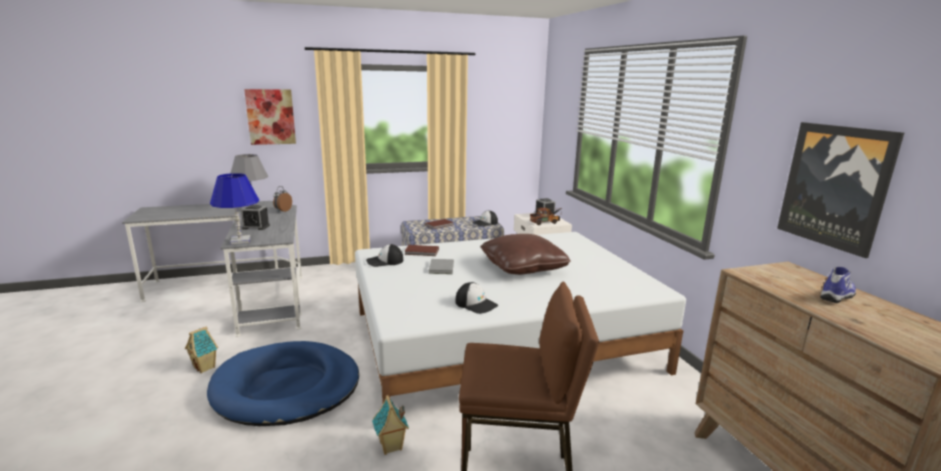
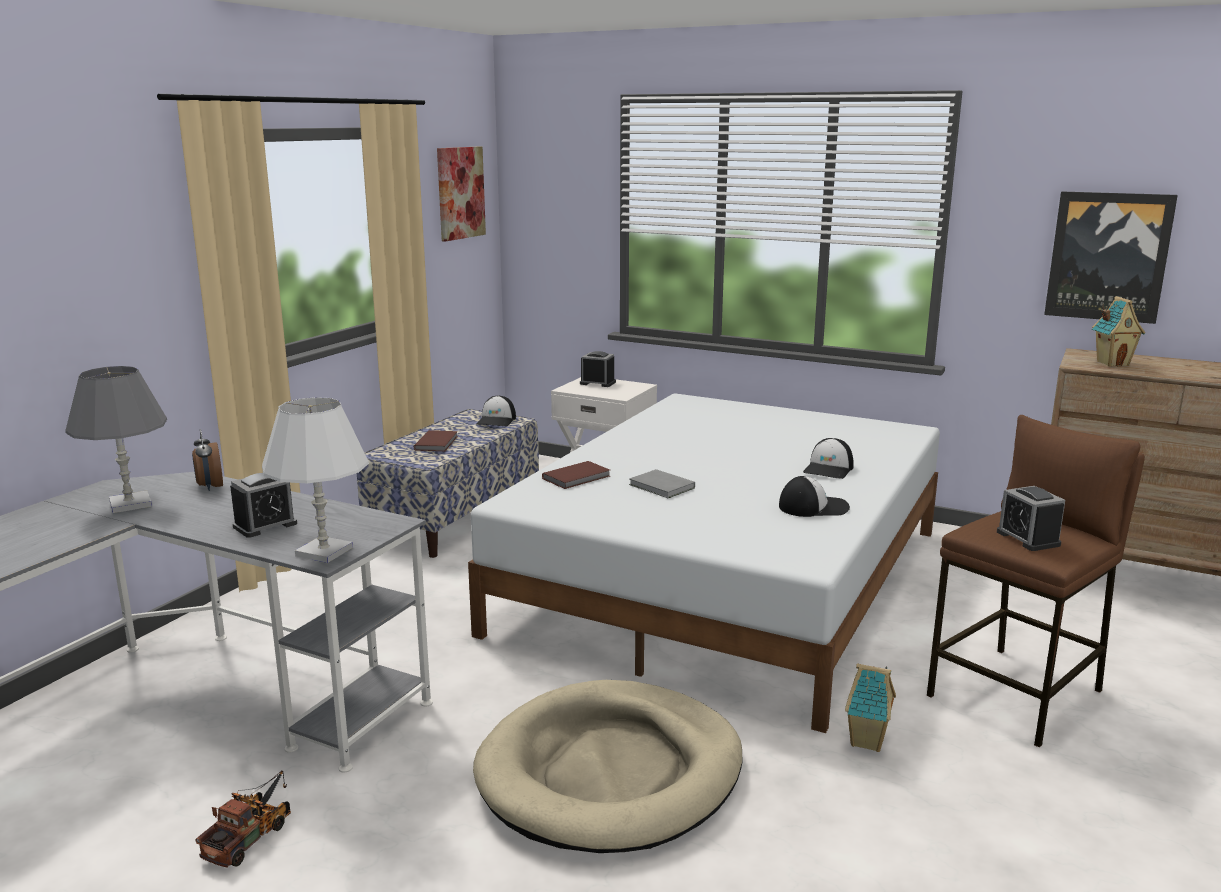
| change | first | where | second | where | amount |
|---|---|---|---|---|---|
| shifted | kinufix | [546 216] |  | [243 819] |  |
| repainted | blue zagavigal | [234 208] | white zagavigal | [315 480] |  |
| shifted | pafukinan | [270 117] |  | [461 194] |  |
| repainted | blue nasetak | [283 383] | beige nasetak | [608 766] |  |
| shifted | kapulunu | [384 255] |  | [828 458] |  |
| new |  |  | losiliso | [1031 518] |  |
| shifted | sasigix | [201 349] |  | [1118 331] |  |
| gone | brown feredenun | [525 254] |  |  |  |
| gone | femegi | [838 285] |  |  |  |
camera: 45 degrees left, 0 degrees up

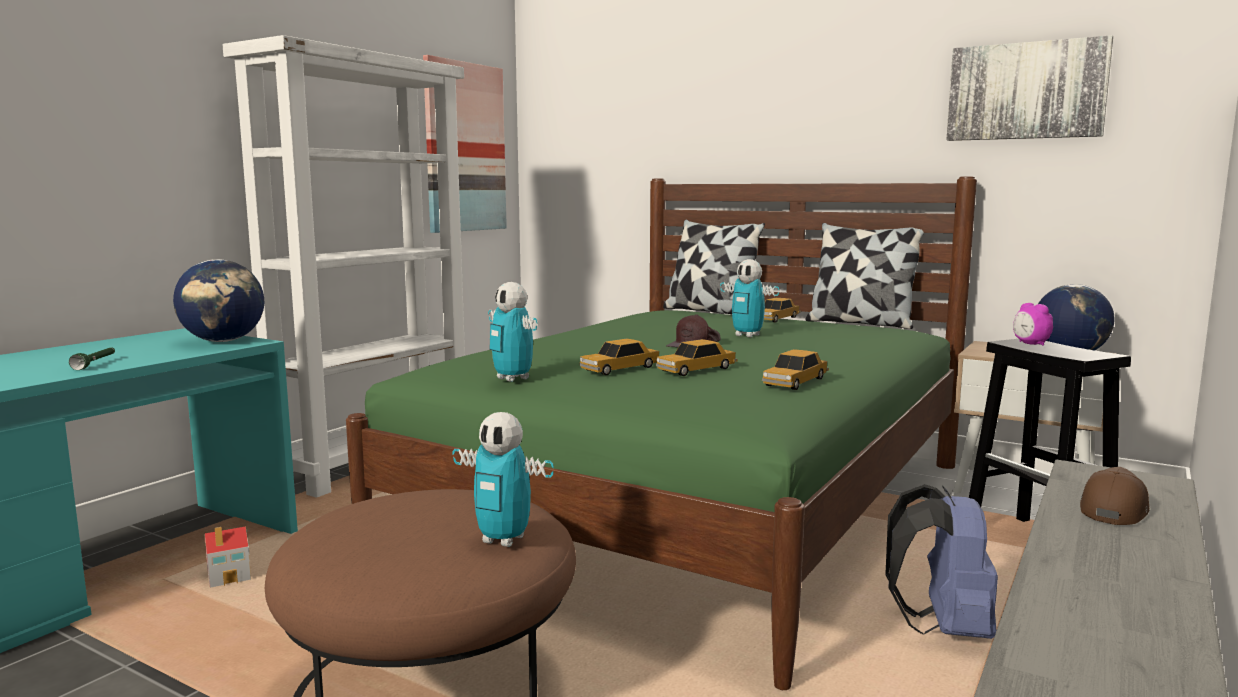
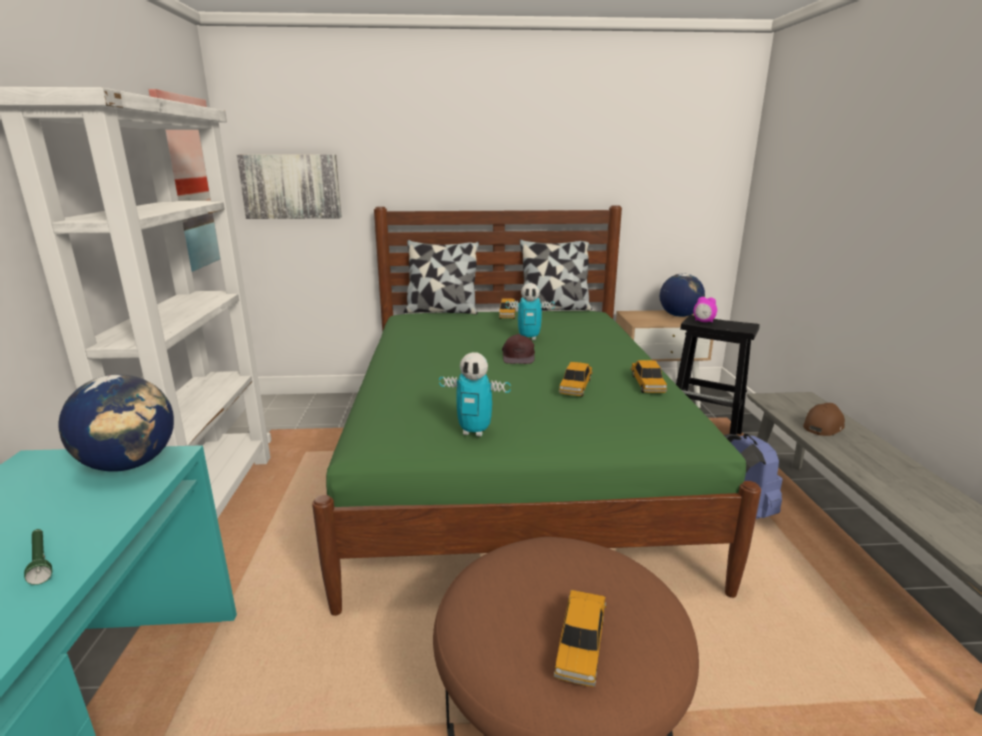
| change | first | where | second | where | amount |
|---|---|---|---|---|---|
| shifted | pafukinan | [1029 88] |  | [289 187] |  |
| shifted | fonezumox | [619 357] |  | [580 638] |  |
| rotated | brown kapulunu | [1114 496] |  | [824 419] | 45 degrees clockwise |
| gone | sasigix | [228 557] |  |  |  |
| gone | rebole | [503 479] |  |  |  |
camera: 35 degrees left, 10 degrees up

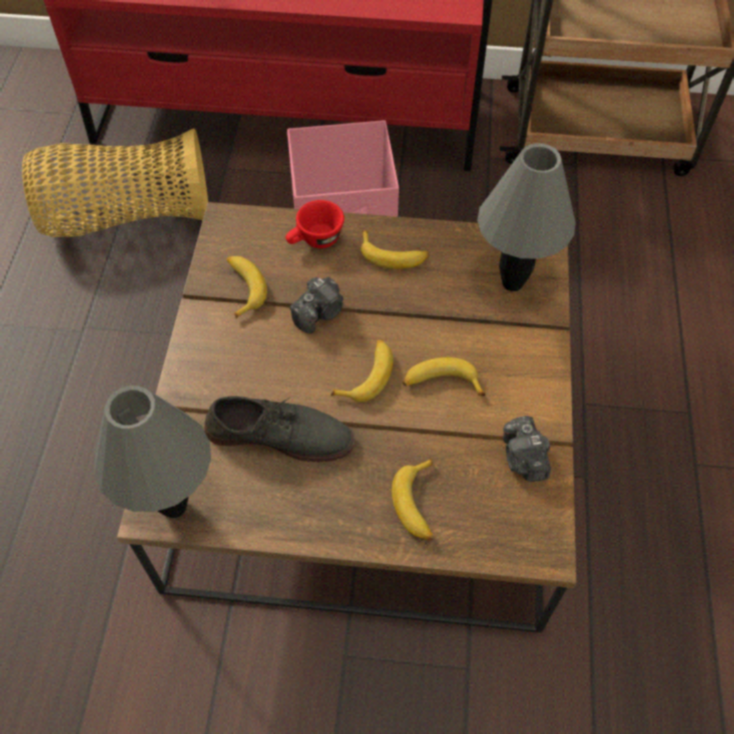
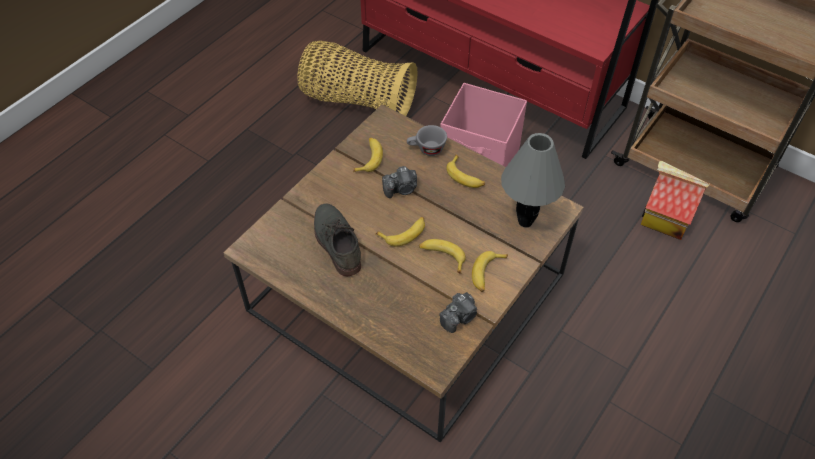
| change | first | where | second | where | amount |
|---|---|---|---|---|---|
| rotated | grey femegi | [279 429] |  | [337 239] | 150 degrees counterclockwise |
| repainted | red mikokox | [315 224] | grey mikokox | [427 140] |  |
| rotated | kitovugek | [527 449] |  | [458 312] | 150 degrees counterclockwise |
| shifted | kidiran | [412 499] |  | [490 271] |  |
| new |  |  | sasigix | [675 200] |  |
| gone | grey zagavigal | [152 452] |  |  |  |
camera: 30 degrees right, 5 degrees down

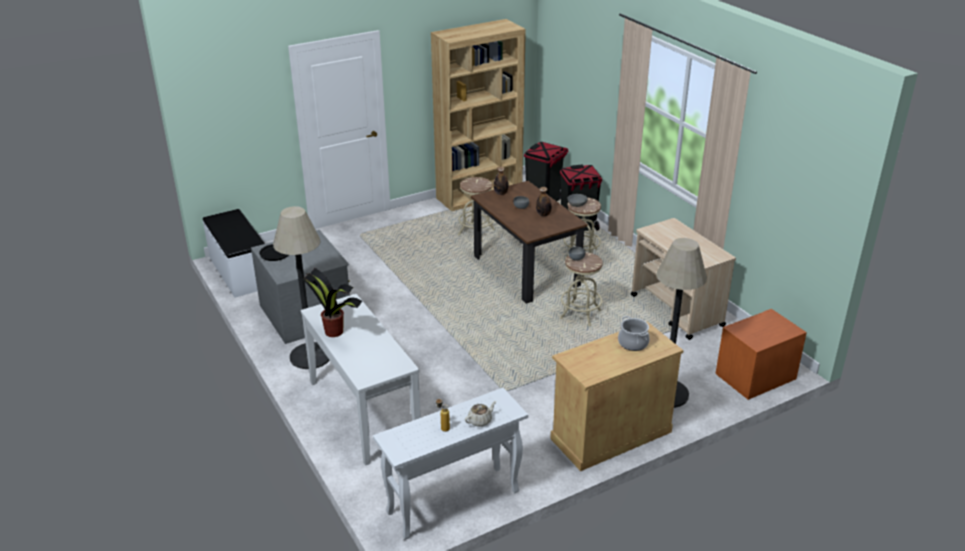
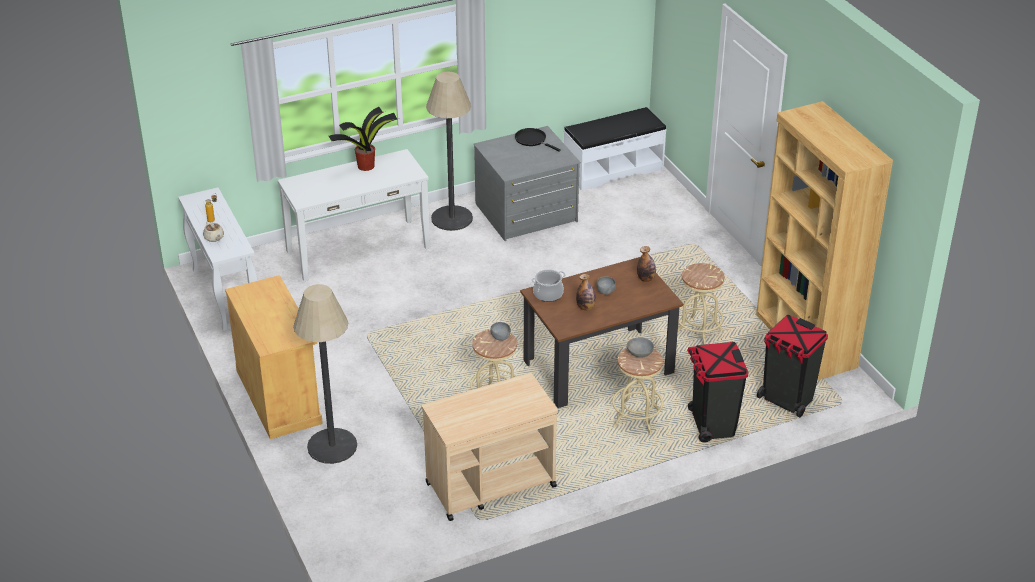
| change | first | where | second | where | amount |
|---|---|---|---|---|---|
| shifted | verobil | [634 333] |  | [549 285] |  |
| gone | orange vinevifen | [761 354] |  |  |  |
camera: 95 degrees right, 5 degrees up

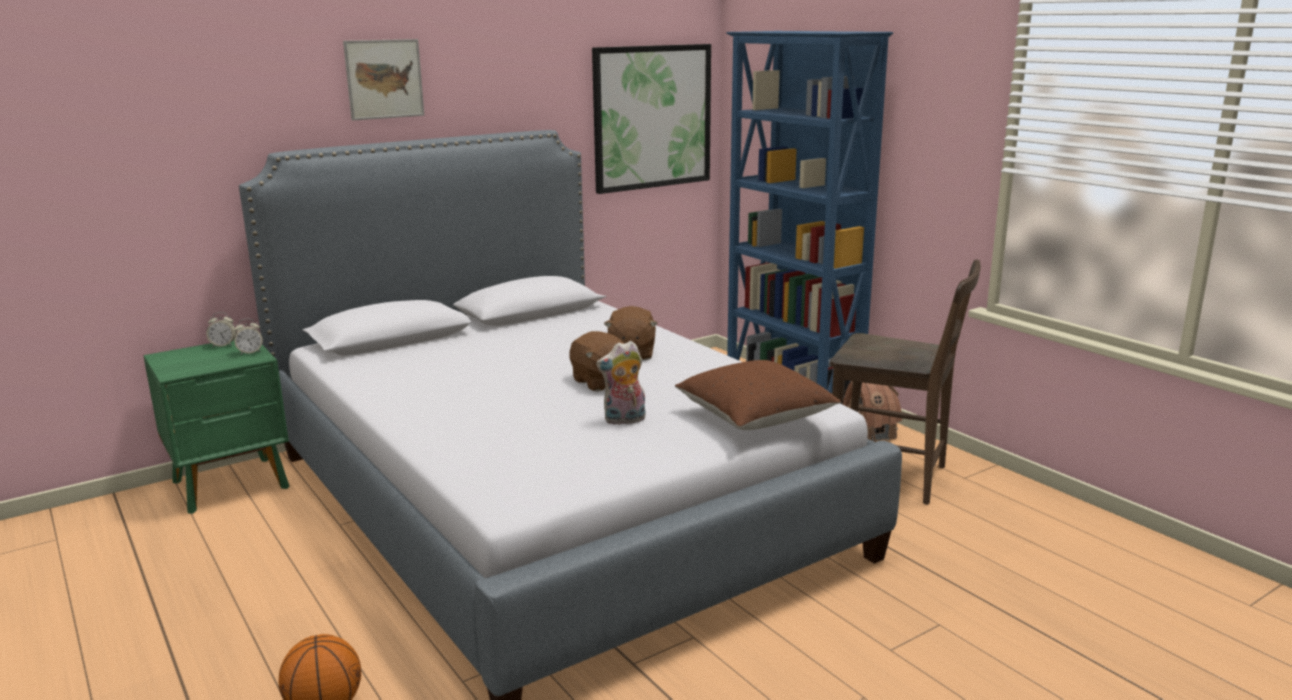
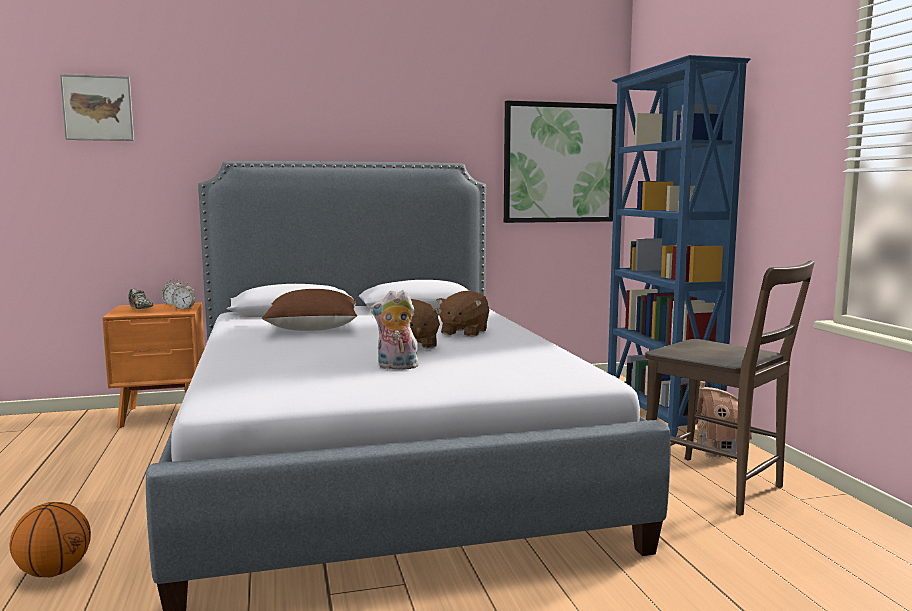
| change | first | where | second | where | amount |
|---|---|---|---|---|---|
| shifted | pafukinan | [384 79] |  | [97 107] |  |
| repainted | green vinevifen | [217 427] | orange vinevifen | [154 365] |  |
| new |  |  | femegi | [140 299] |  |
| shifted | brown feredenun | [758 395] |  | [309 310] |  |
camera: 20 degrees right, 10 degrees down

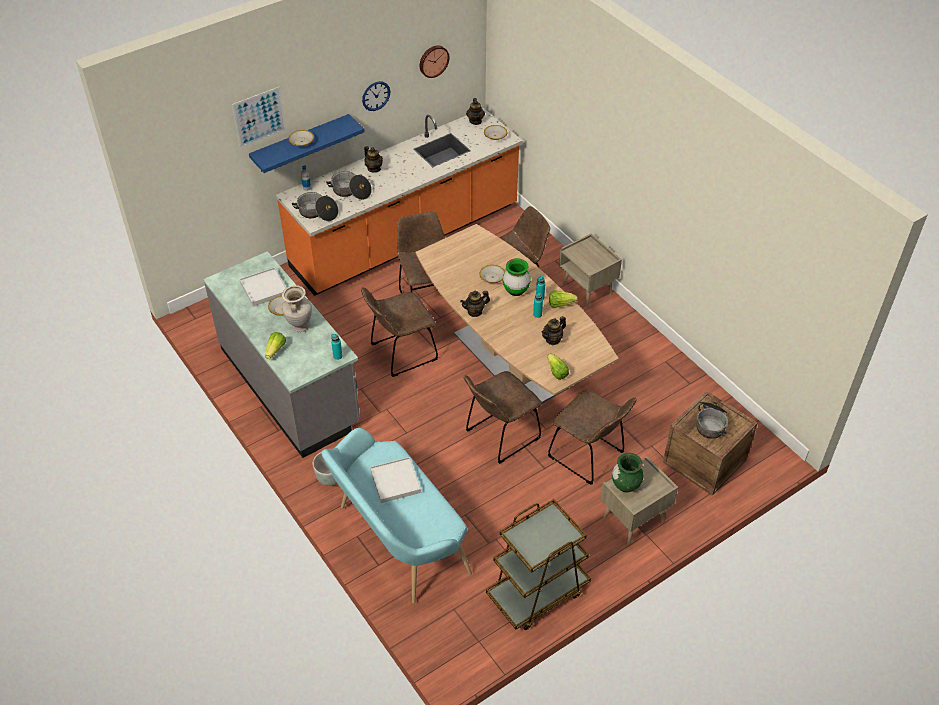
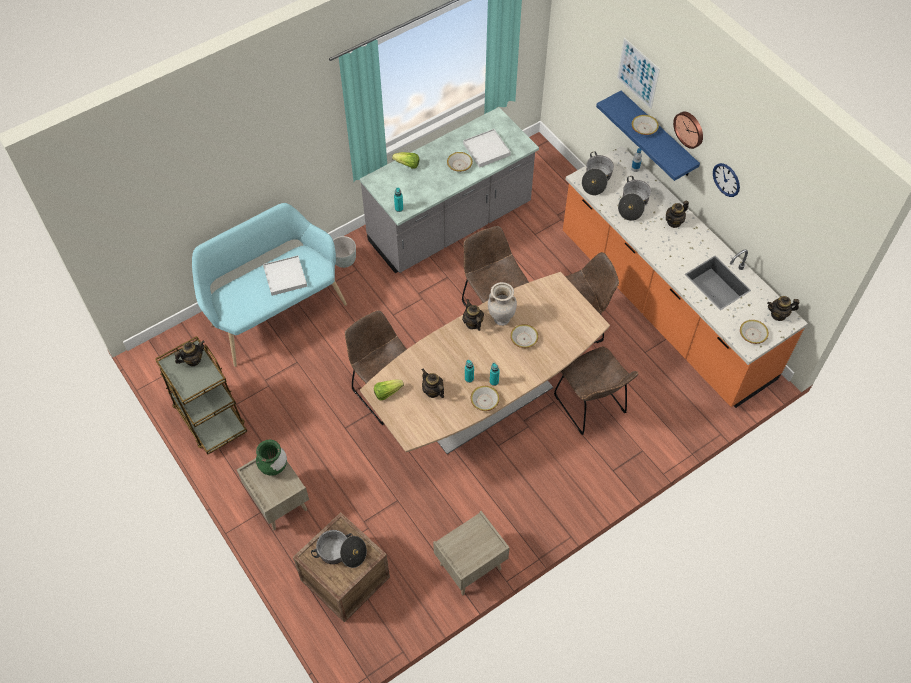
| change | first | where | second | where | amount |
|---|---|---|---|---|---|
| new |  |  | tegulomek | [190 353] |  |
| shifted | beige vinevifen | [590 270] |  | [471 553] |  |
| swapped | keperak | [563 299] | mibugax | [485 398] |  |
| shifted | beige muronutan | [297 308] |  | [502 304] |  |
| shifted | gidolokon | [435 61] |  | [688 130] |  |
| gone | green muronutan | [517 277] |  |  |  |
| gone | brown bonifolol | [592 437] |  |  |  |
camera: 90 degrees right, 10 degrees up

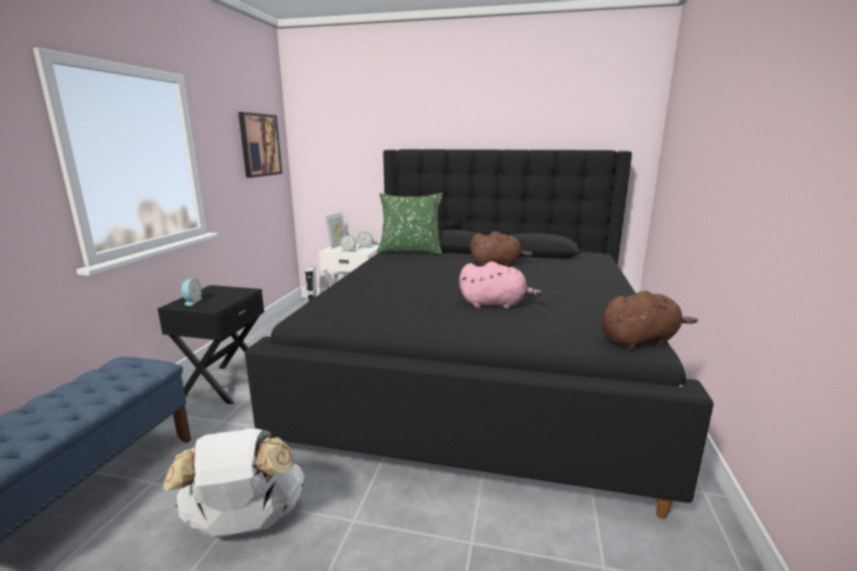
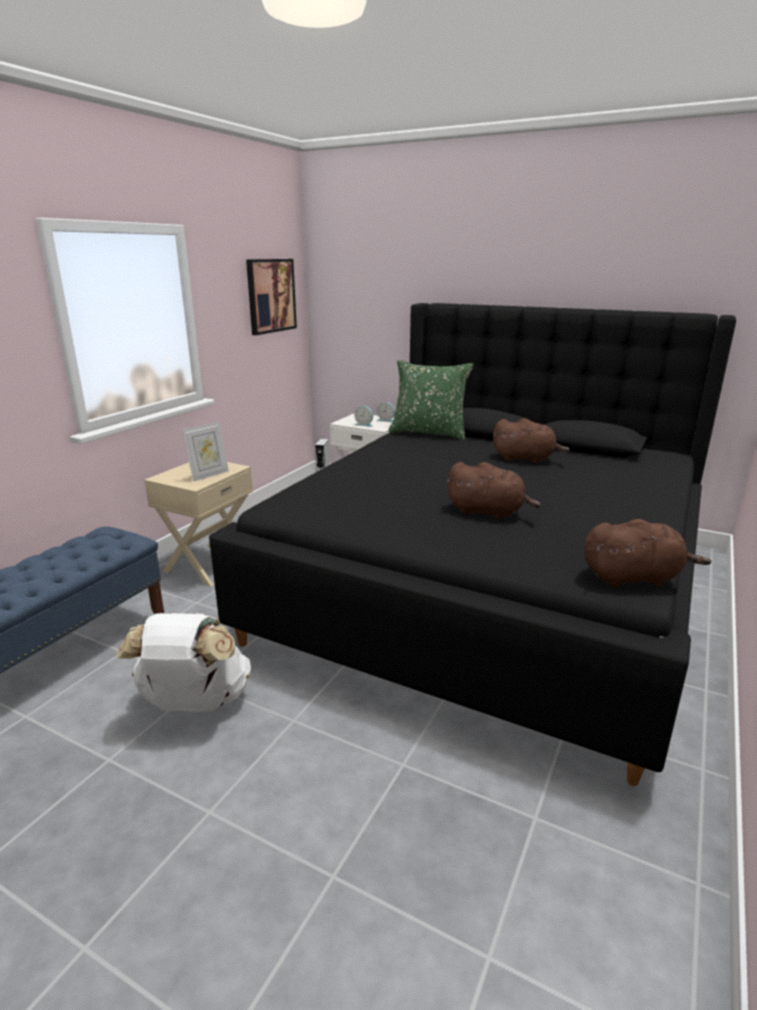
| change | first | where | second | where | amount |
|---|---|---|---|---|---|
| repainted | black vinevifen | [211 344] | beige vinevifen | [198 524] |  |
| shifted | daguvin | [335 231] |  | [205 452] |  |
| repainted | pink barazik | [500 285] | brown barazik | [494 491] |  |
| gone | losiliso | [191 292] |  |  |  |
camera: 15 degrees right, 5 degrees up

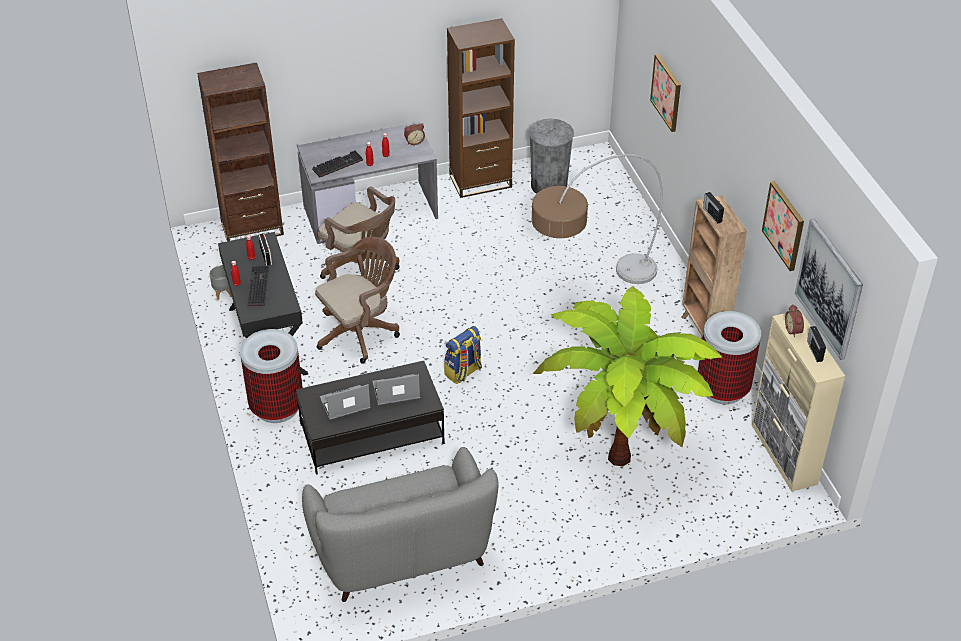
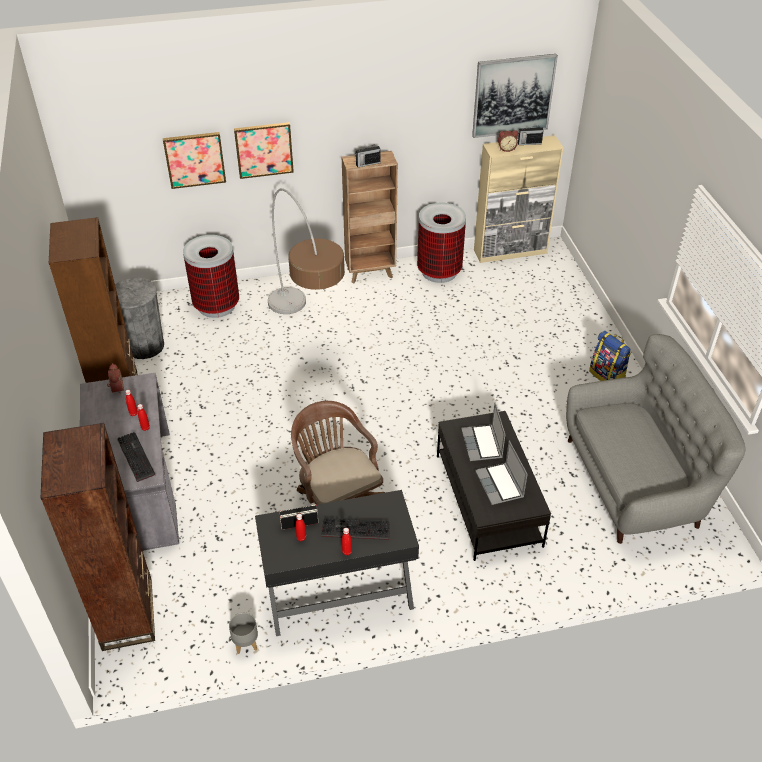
| change | first | where | second | where | amount |
|---|---|---|---|---|---|
| shifted | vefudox | [271 376] |  | [211 276] |  |
| shifted | pafukinan | [783 226] |  | [264 150] |  |
| shifted | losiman | [463 355] |  | [610 356] |  |
| gone | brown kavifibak | [359 232] |  |  |  |
| gone | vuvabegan | [627 376] |  |  |  |
camera: 85 degrees left, 0 degrees up

